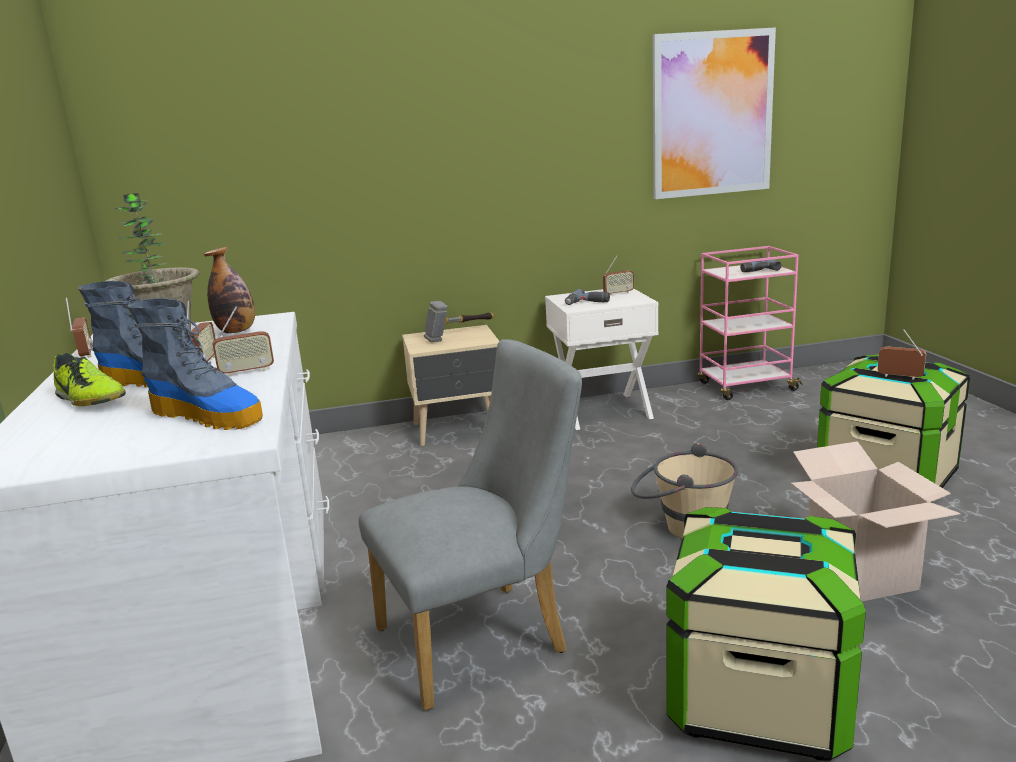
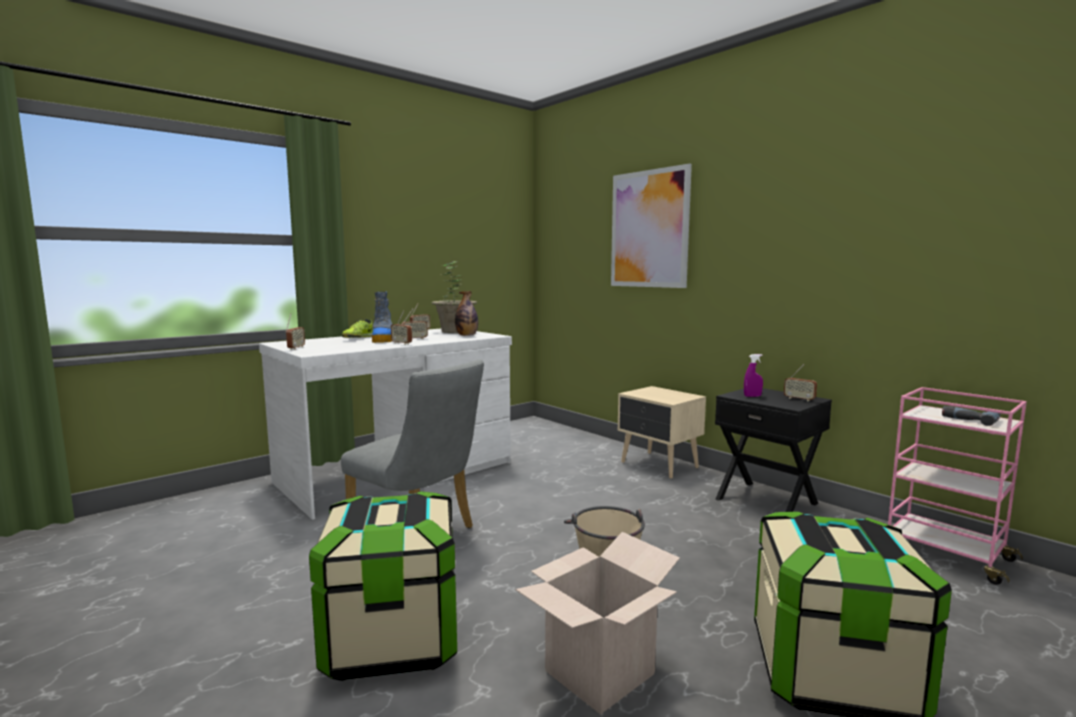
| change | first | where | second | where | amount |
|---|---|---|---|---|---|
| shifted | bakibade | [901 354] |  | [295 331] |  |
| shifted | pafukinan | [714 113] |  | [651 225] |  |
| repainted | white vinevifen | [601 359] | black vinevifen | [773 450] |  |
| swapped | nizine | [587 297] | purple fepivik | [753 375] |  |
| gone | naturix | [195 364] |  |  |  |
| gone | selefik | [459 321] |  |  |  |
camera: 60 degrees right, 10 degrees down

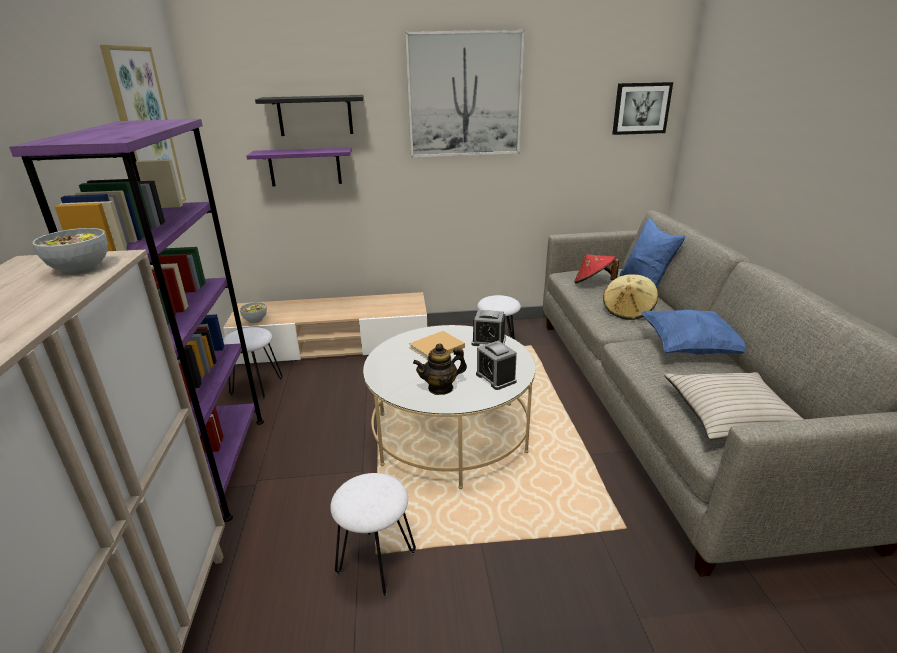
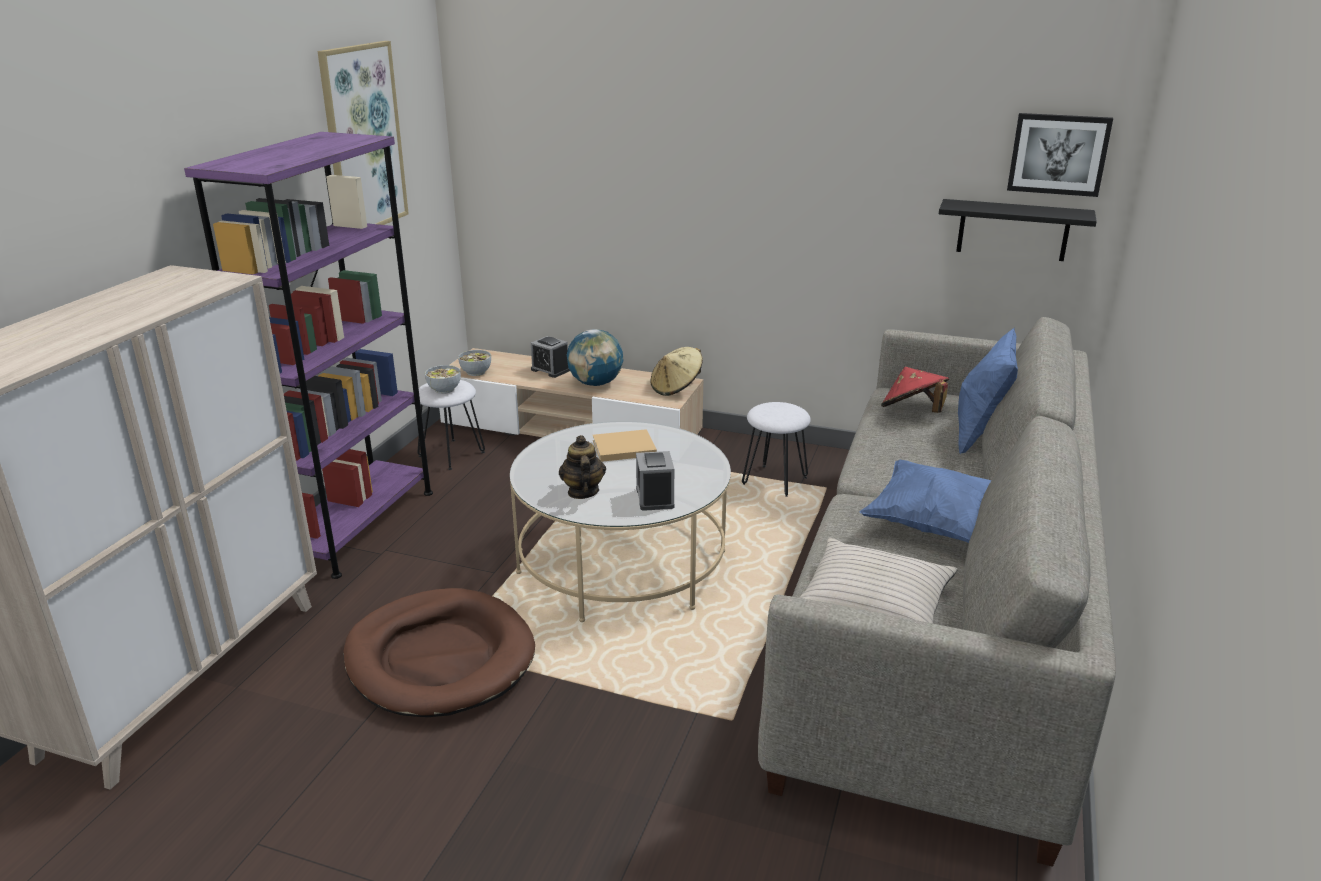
| change | first | where | second | where | amount |
|---|---|---|---|---|---|
| swapped | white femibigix | [373 535] | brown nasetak | [439 652] |  |
| shifted | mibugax | [70 251] |  | [443 379] |  |
| shifted | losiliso | [488 328] |  | [550 357] |  |
| rotated | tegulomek | [440 369] |  | [582 467] | 75 degrees clockwise |
| new |  |  | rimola | [595 357] |  |
| shifted | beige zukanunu | [630 297] |  | [676 371] |  |
| shifted | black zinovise | [309 115] |  | [1018 230] |  |
| gone | purple zinovise | [299 166] |  |  |  |
| gone | pafukinan | [465 94] |  |  |  |
camera: 25 degrees right, 0 degrees up

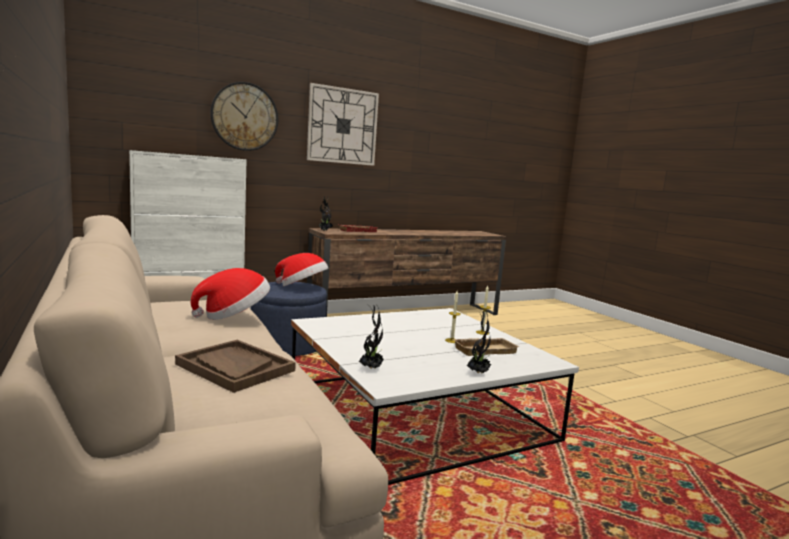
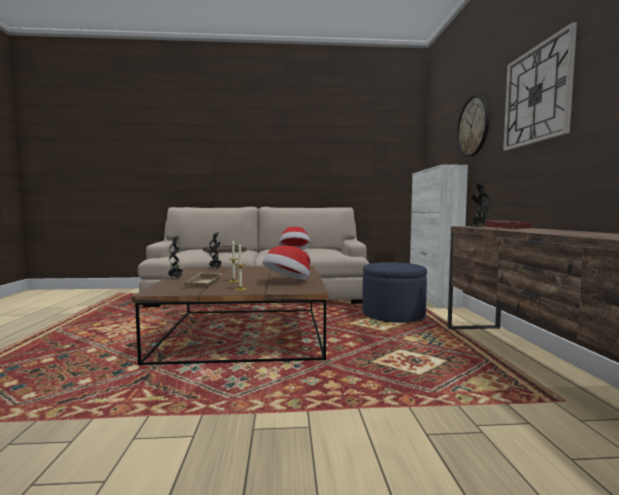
| change | first | where | second | where | amount |
|---|---|---|---|---|---|
| repainted | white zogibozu | [435 396] | brown zogibozu | [230 315] |  |
| shifted | zukanunu | [301 269] |  | [286 263] |  |
camera: 115 degrees right, 5 degrees down

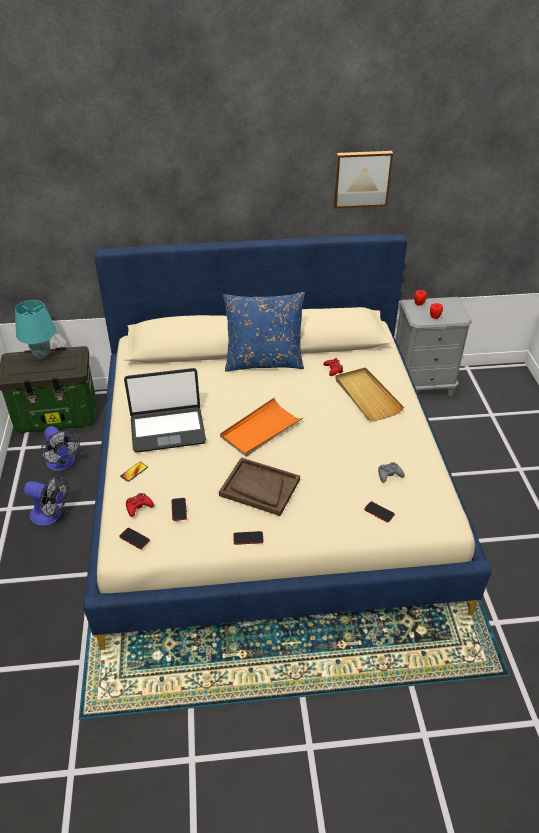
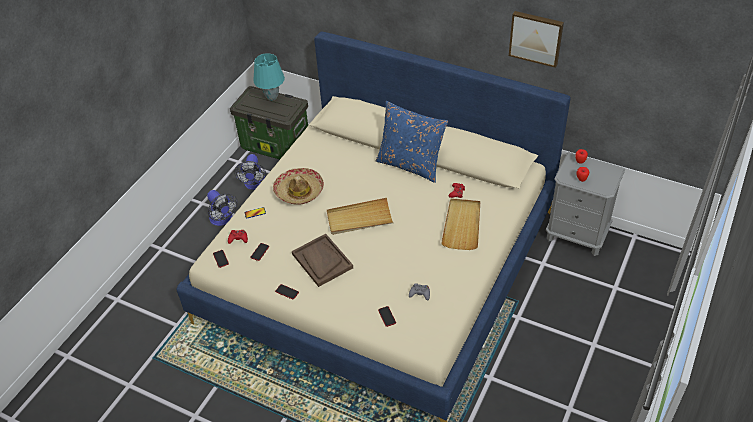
| change | first | where | second | where | amount |
|---|---|---|---|---|---|
| swapped | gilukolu | [165 410] | zukanunu | [298 186] |  |
| repainted | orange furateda | [262 427] | beige furateda | [360 216] |  |
camera: 35 degrees right, 5 degrees up

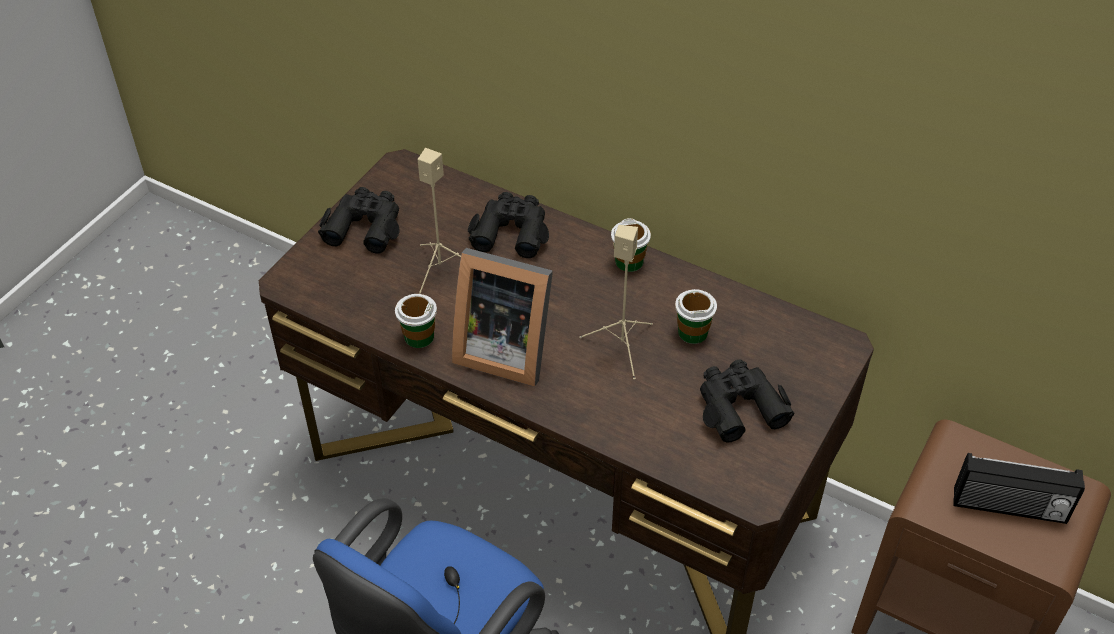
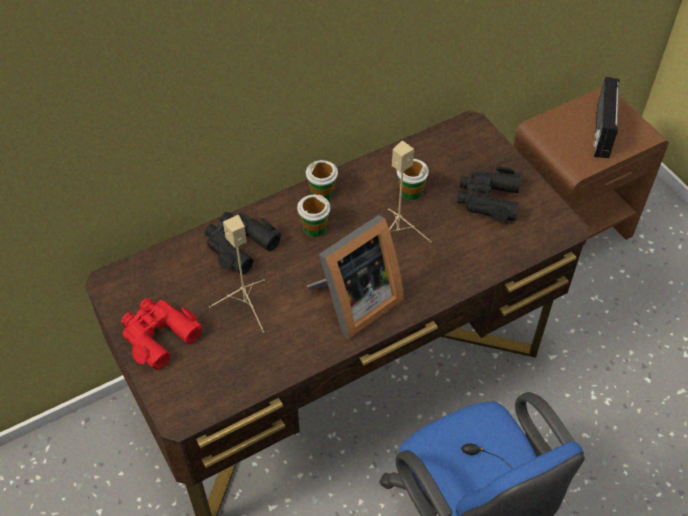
| change | first | where | second | where | amount |
|---|---|---|---|---|---|
| repainted | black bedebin | [359 220] | red bedebin | [161 334] |  |
| shifted | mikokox | [416 321] |  | [313 216] |  |
| rotated | bakibade | [1019 488] |  | [606 117] | 150 degrees clockwise |
camera: 60 degrees left, 5 degrees up

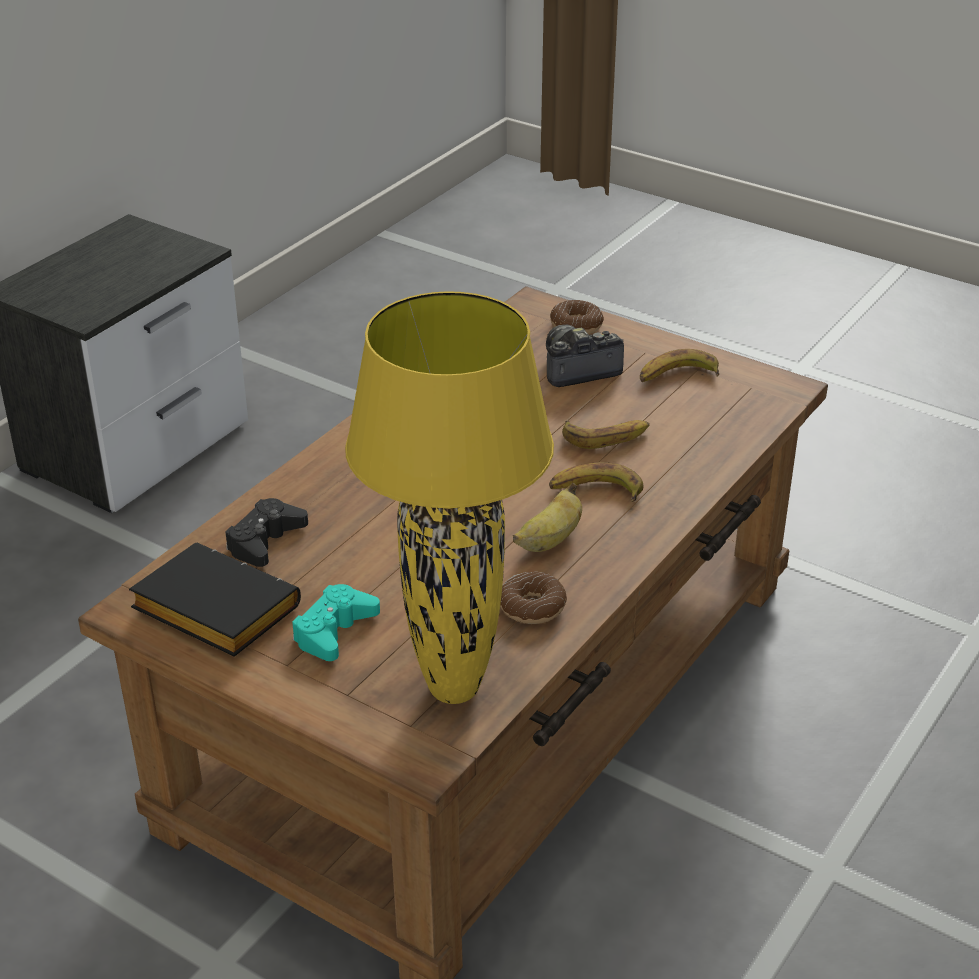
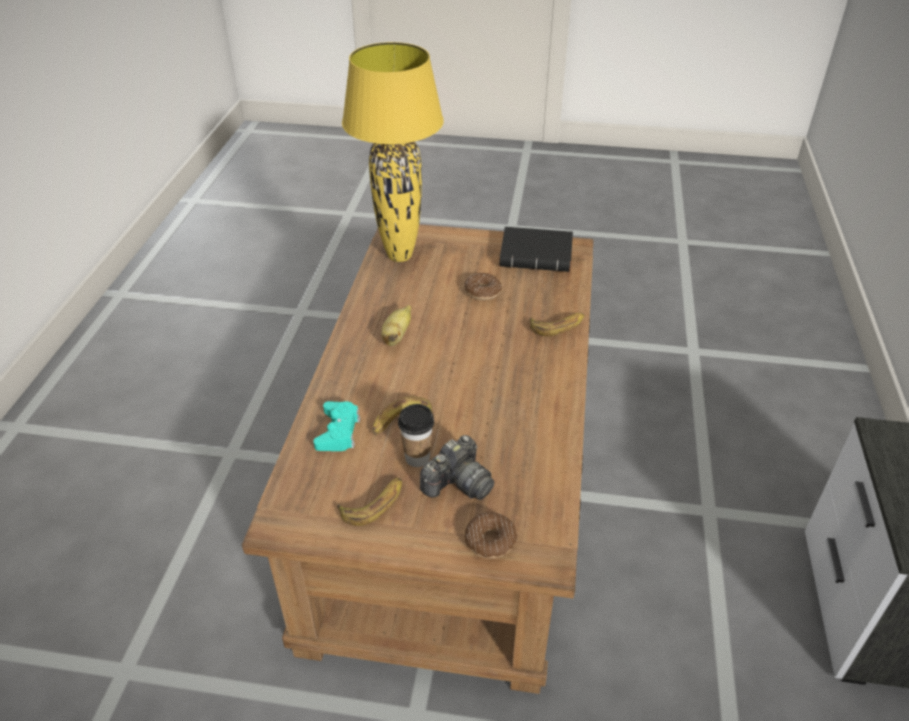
| change | first | where | second | where | amount |
|---|---|---|---|---|---|
| shifted | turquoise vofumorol | [336 622] |  | [336 426] |  |
| new |  |  | mikokox | [416 435] |  |
| shifted | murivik | [533 598] |  | [483 286] |  |
| shifted | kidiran | [596 482] |  | [557 324] |  |
| gone | black vofumorol | [266 532] |  |  |  |
camera: 155 degrees right, 5 degrees up

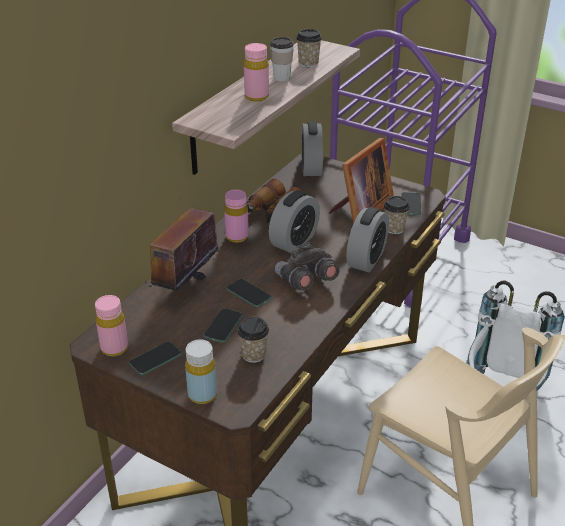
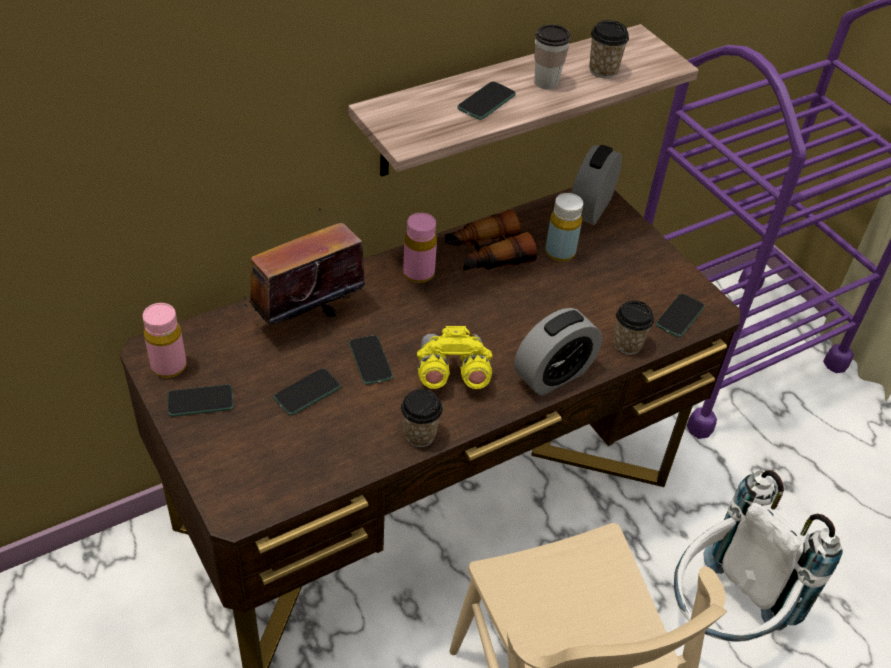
| change | first | where | second | where | amount |
|---|---|---|---|---|---|
| shifted | mikokox | [253 340] |  | [422 418] |  |
| repainted | grey bedebin | [307 266] | yellow bedebin | [455 357] |  |
| swapped | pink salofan | [256 72] | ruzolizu | [486 100] |  |
| shifted | yellow salofan | [201 372] |  | [564 227] |  |
| gone | losiliso | [294 221] |  |  |  |
| gone | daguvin | [361 181] |  |  |  |
camera: 25 degrees right, 10 degrees up

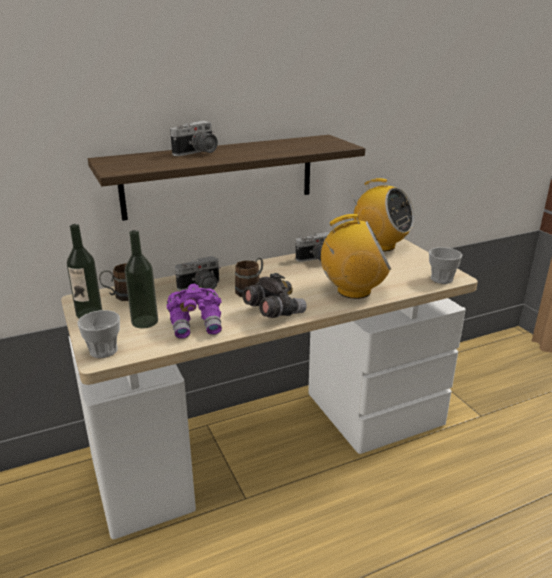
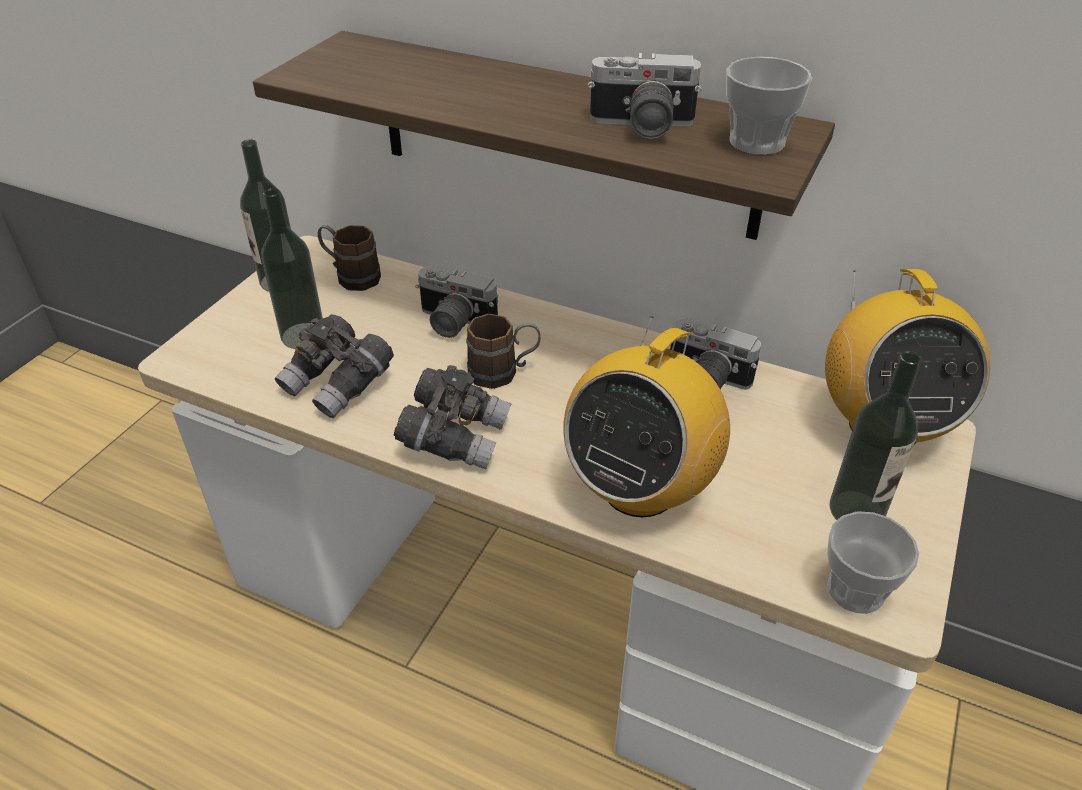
| change | first | where | second | where | amount |
|---|---|---|---|---|---|
| repainted | purple bedebin | [194 311] | grey bedebin | [334 366] |  |
| rotated | bakibade | [356 256] |  | [646 416] | 75 degrees clockwise |
| shifted | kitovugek | [194 138] |  | [645 96] |  |
| shifted | mikokox | [98 334] |  | [769 106] |  |
| new |  |  | salofan | [876 435] |  |
camera: 50 degrees right, 15 degrees up

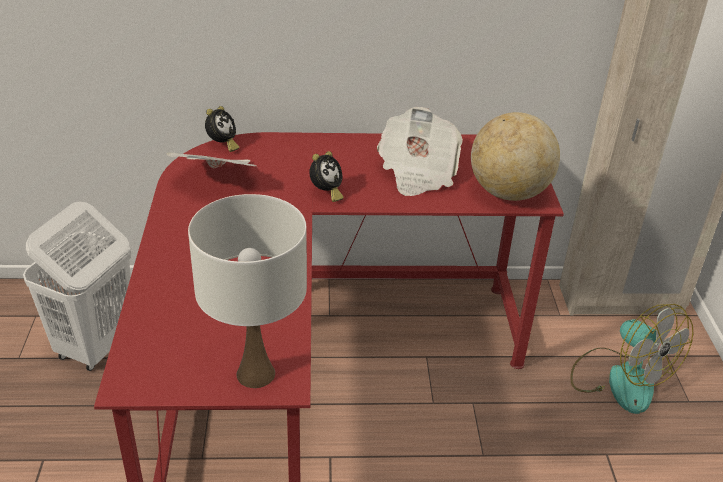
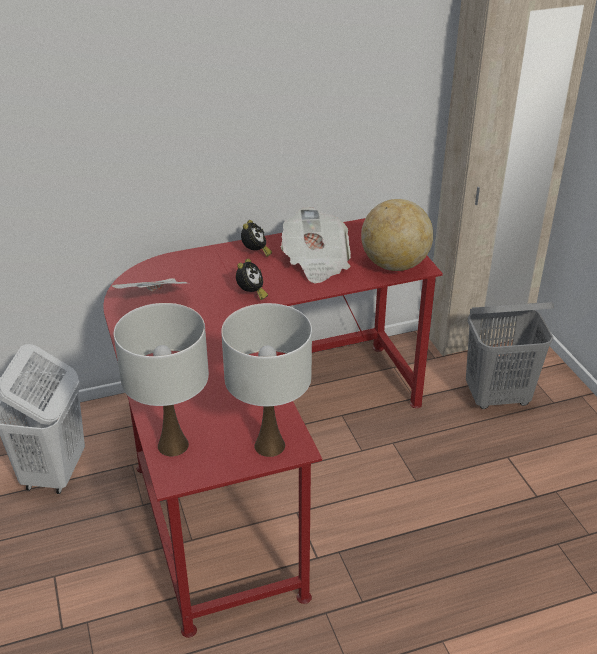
| change | first | where | second | where | amount |
|---|---|---|---|---|---|
| new |  |  | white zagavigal | [161 379] |  |
| shifted | losiliso | [222 129] |  | [256 238] |  |
| swapped | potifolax | [631 359] | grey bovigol | [510 355] |  |
camera: 15 degrees left, 0 degrees up

